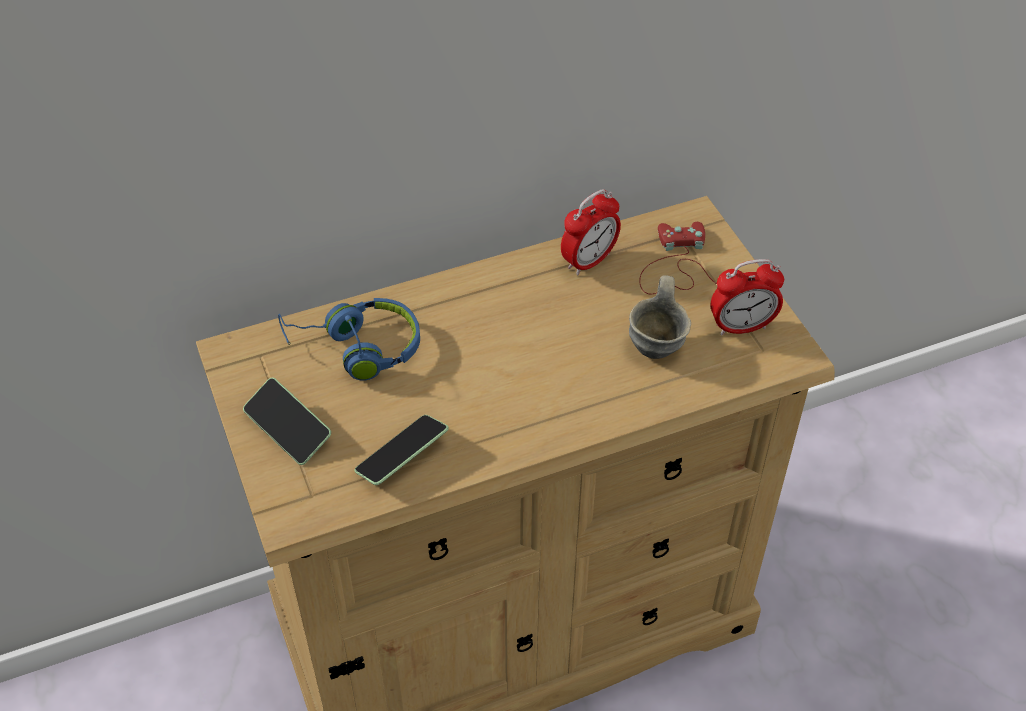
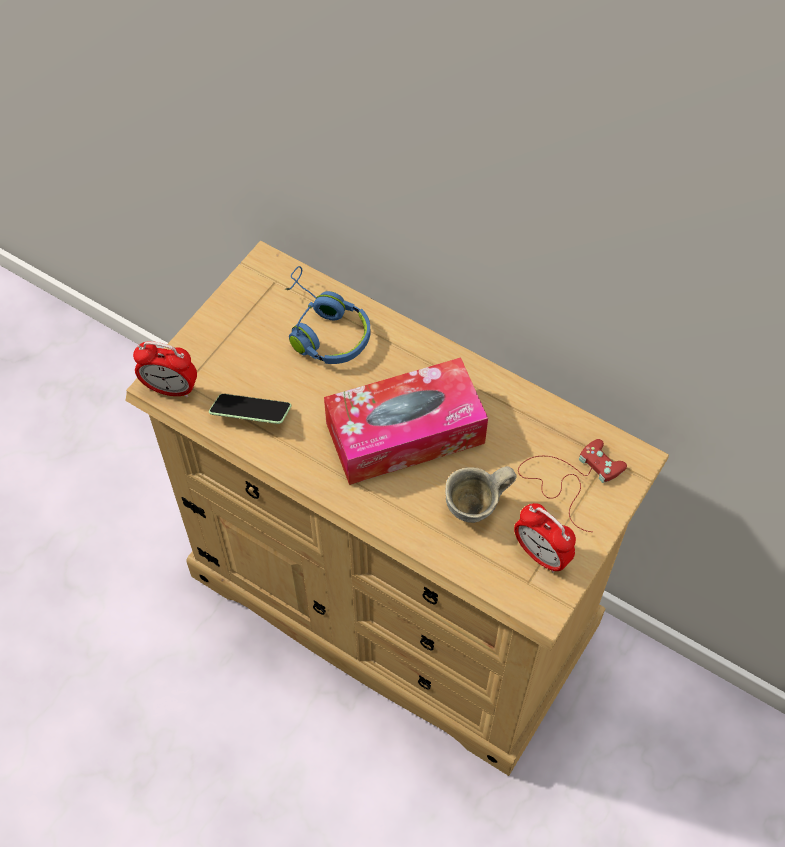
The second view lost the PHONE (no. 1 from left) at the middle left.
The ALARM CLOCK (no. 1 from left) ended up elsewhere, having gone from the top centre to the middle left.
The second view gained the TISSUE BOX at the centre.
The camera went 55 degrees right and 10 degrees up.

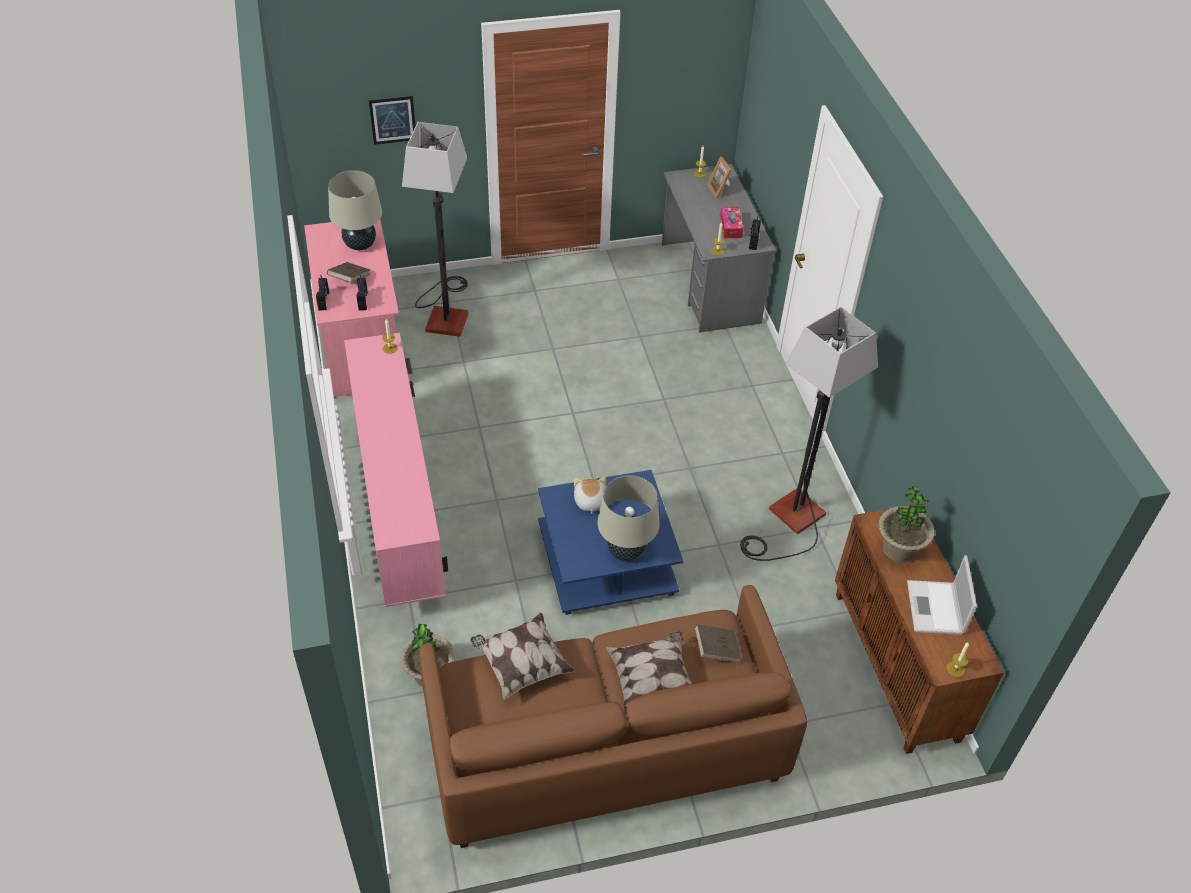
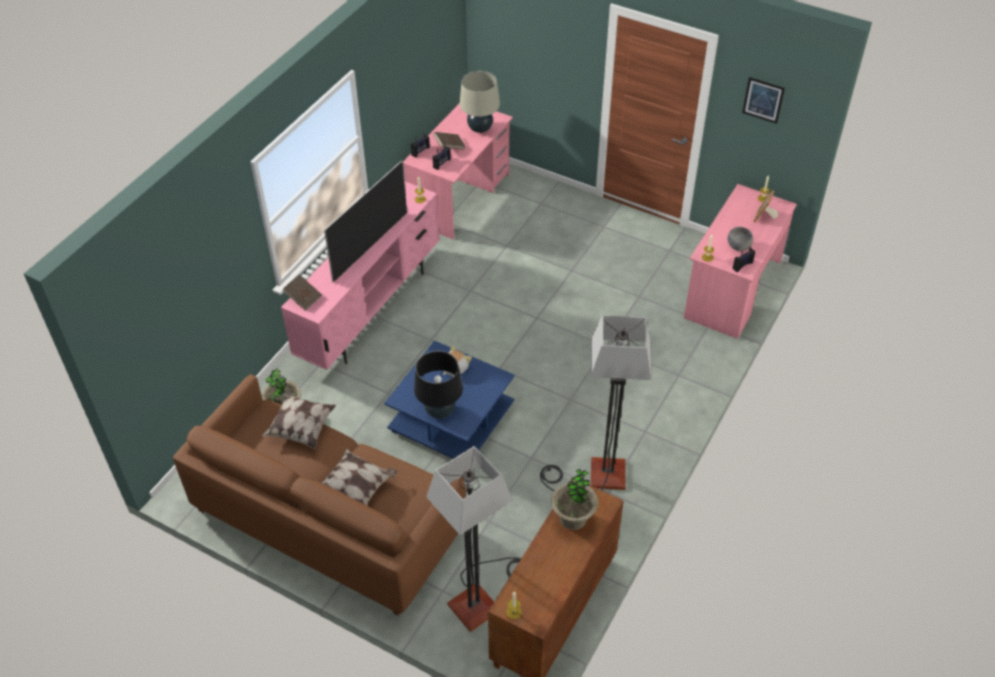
The PICTURE ended up elsewhere, having gone from the top left to the top right.
The FLOOR LAMP (no. 1 from left) ended up elsewhere, having gone from the top centre to the bottom centre.
What was the BEIGE TABLE LAMP (no. 2 from left) at the centre turned into the BLACK TABLE LAMP at the centre.
What was the GREY DESK at the top centre turned into the PINK DESK (no. 2 from left) at the middle right.
The BROWN BOOK (no. 2 from left in the first image) ended up elsewhere, having gone from the bottom centre to the middle left.
Where the TISSUE BOX stood at the top centre, the GREY BOWL came to stand at the middle right.
The second view lost the LAPTOP at the middle right.
The second view gained the TELEVISION at the top centre.
The camera went 45 degrees right and 0 degrees up.

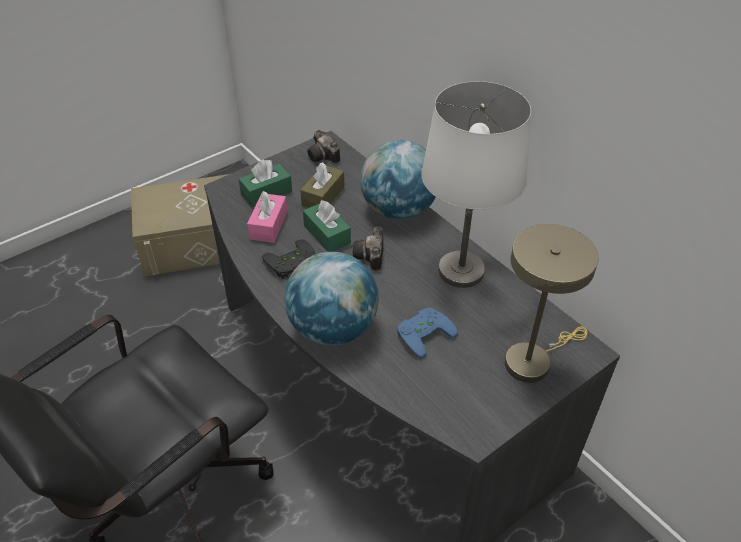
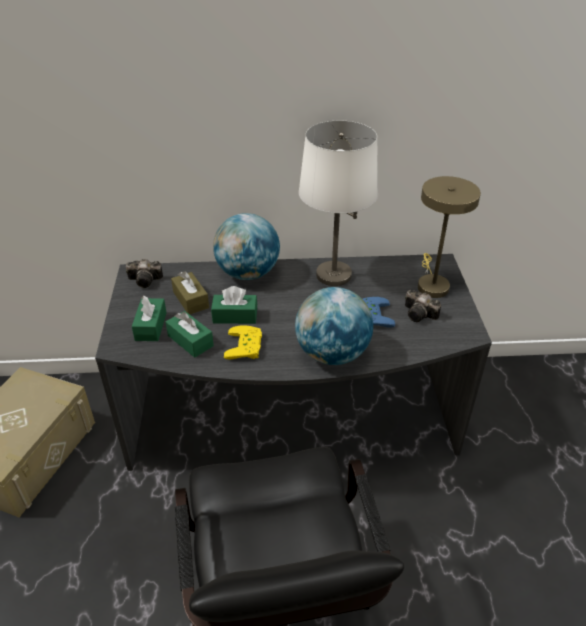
What was the PINK TISSUE BOX at the centre turned into the GREEN TISSUE BOX (no. 2 from left) at the middle left.
What was the BLACK GAME CONTROLLER at the centre turned into the YELLOW GAME CONTROLLER at the centre.
The PHOTO CAMERA (no. 2 from left) ended up elsewhere, having gone from the centre to the middle right.
The camera went 55 degrees left and 5 degrees down.

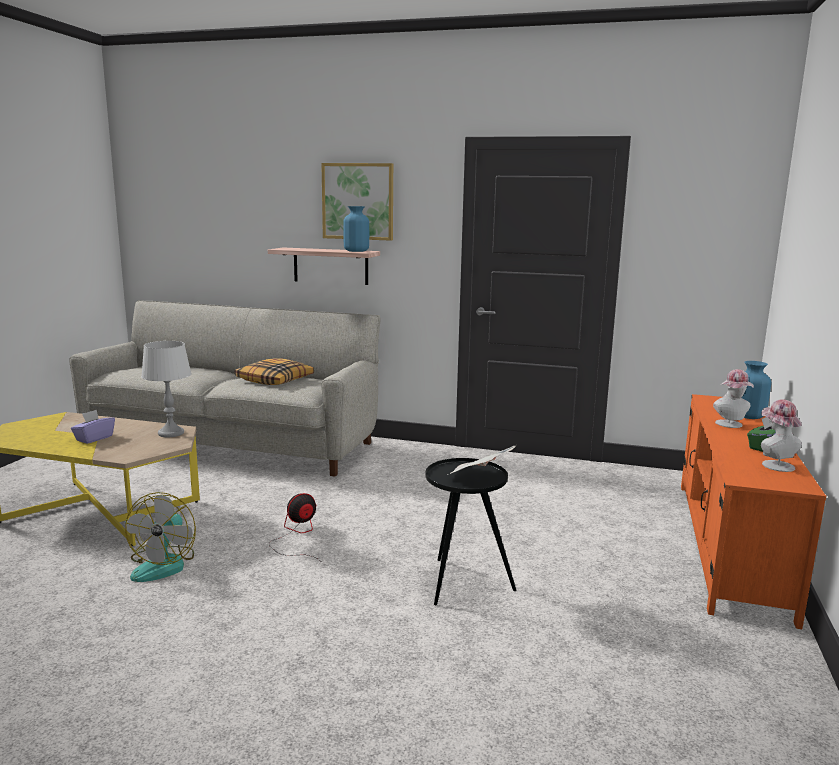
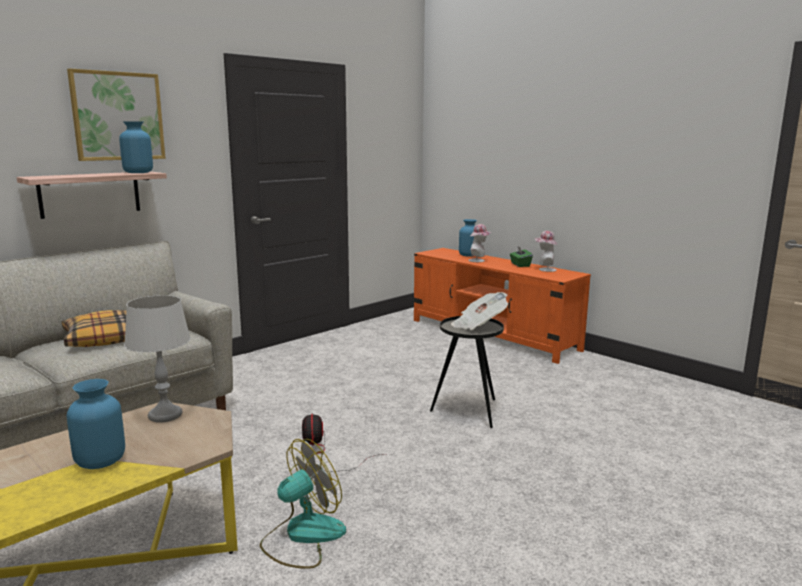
Where the PURPLE TISSUE BOX stood at the middle left, the BLUE VASE (no. 1 from left) came to stand at the bottom left.
The FAN (no. 1 from left) at the bottom left ended up facing another way, 75 degrees counterclockwise from before.
The camera went 60 degrees left and 0 degrees up.

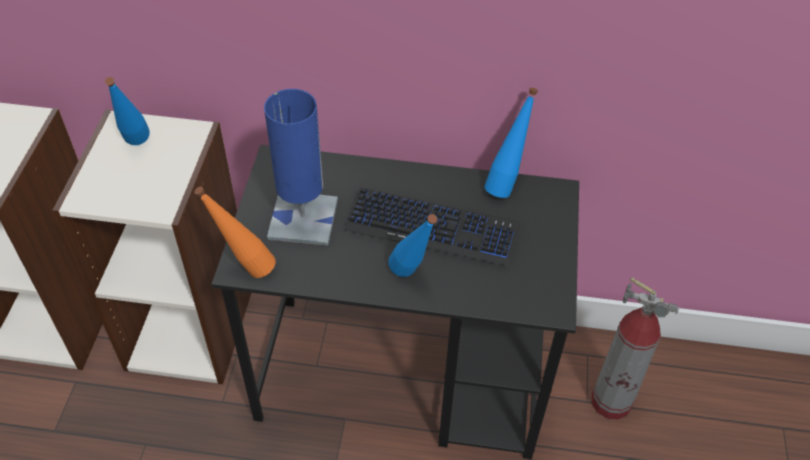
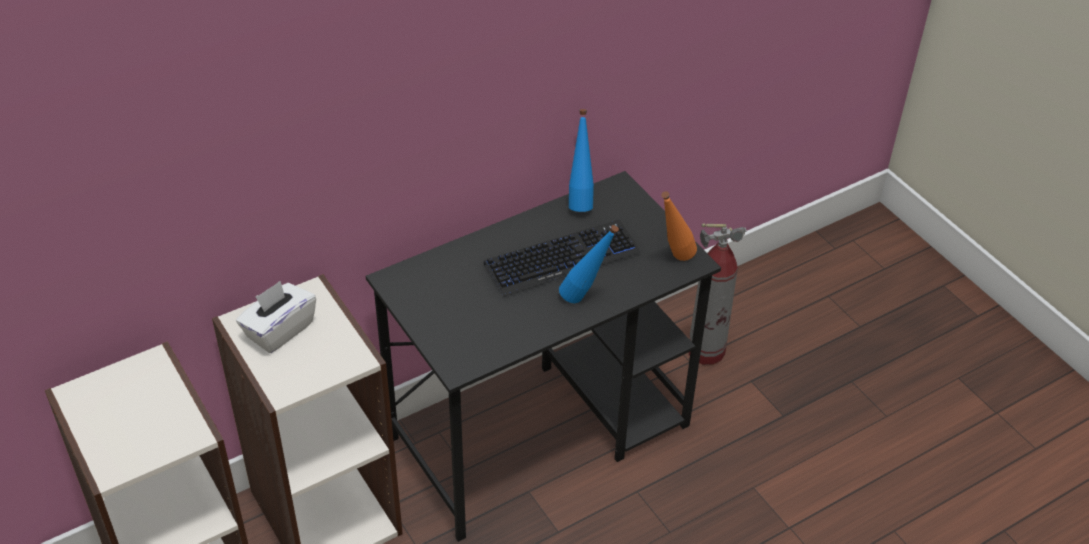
Where the BLUE BOTTLE (no. 1 from left) stood at the top left, the WHITE TISSUE BOX came to stand at the middle left.
The ORANGE BOTTLE ended up elsewhere, having gone from the middle left to the centre.
The second view lost the BLUE TABLE LAMP at the centre.
The camera went 40 degrees left and 5 degrees down.

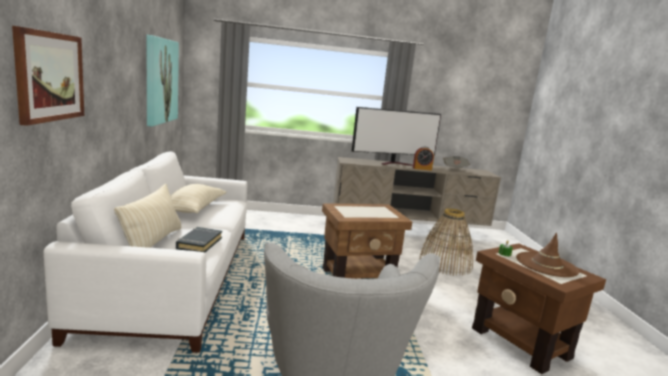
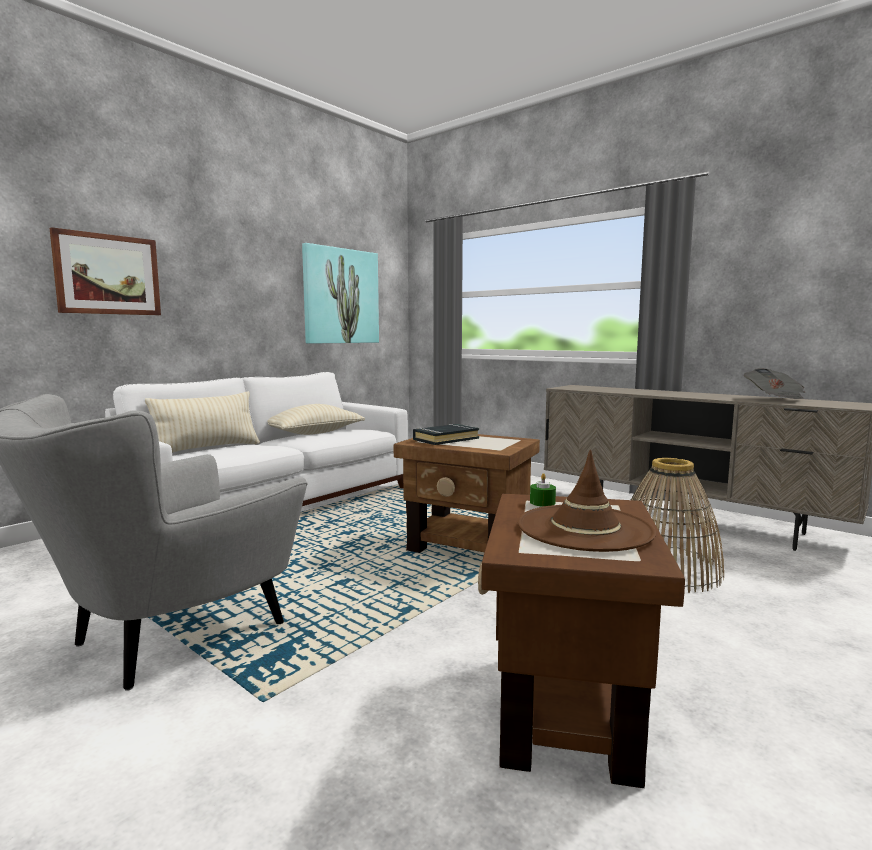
The BLACK BOOK ended up elsewhere, having gone from the middle left to the centre.
The second view lost the TELEVISION at the centre.
The second view lost the ALARM CLOCK at the centre.
The camera went 45 degrees right and 5 degrees down.

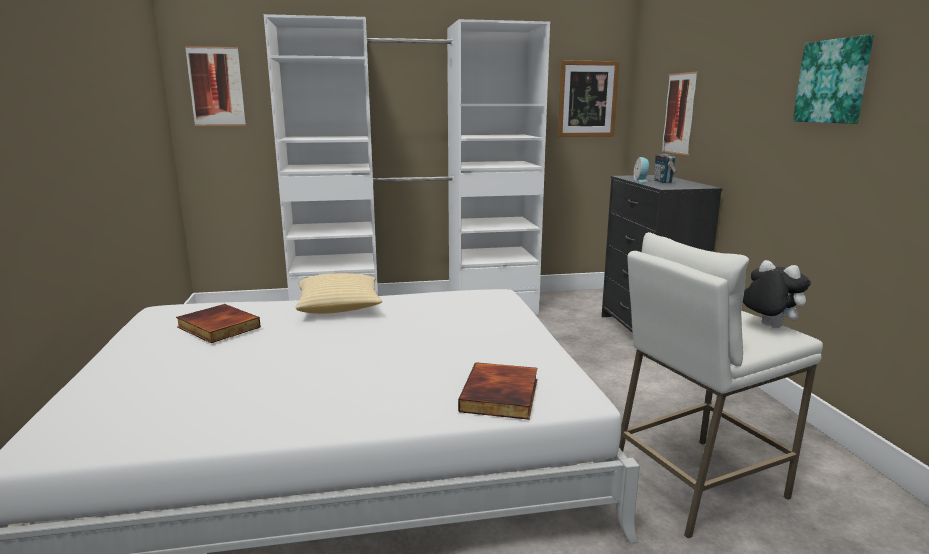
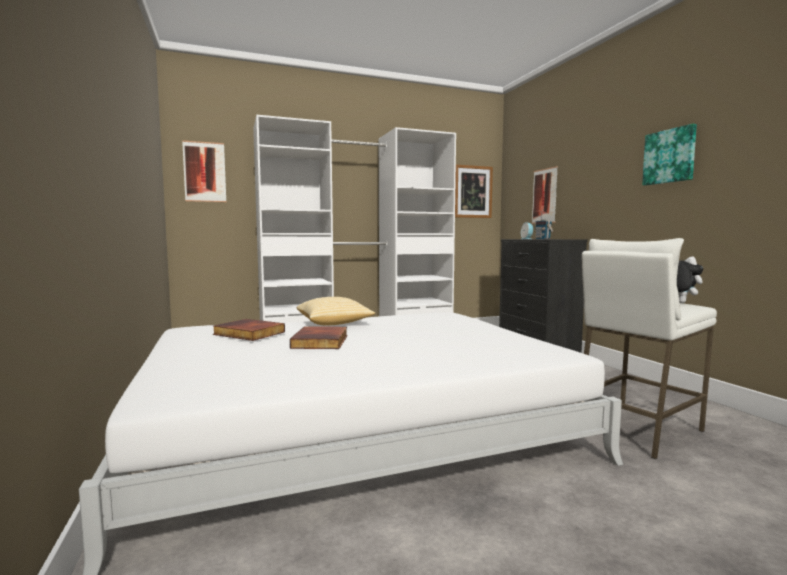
The BOOK (no. 2 from left) ended up elsewhere, having gone from the bottom centre to the centre.
The camera went 10 degrees left and 10 degrees down.

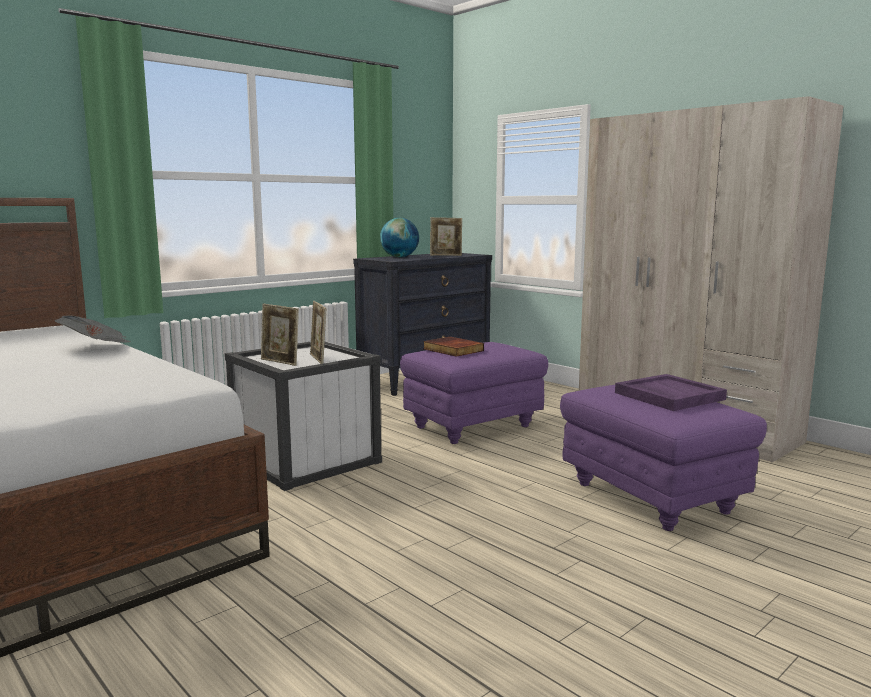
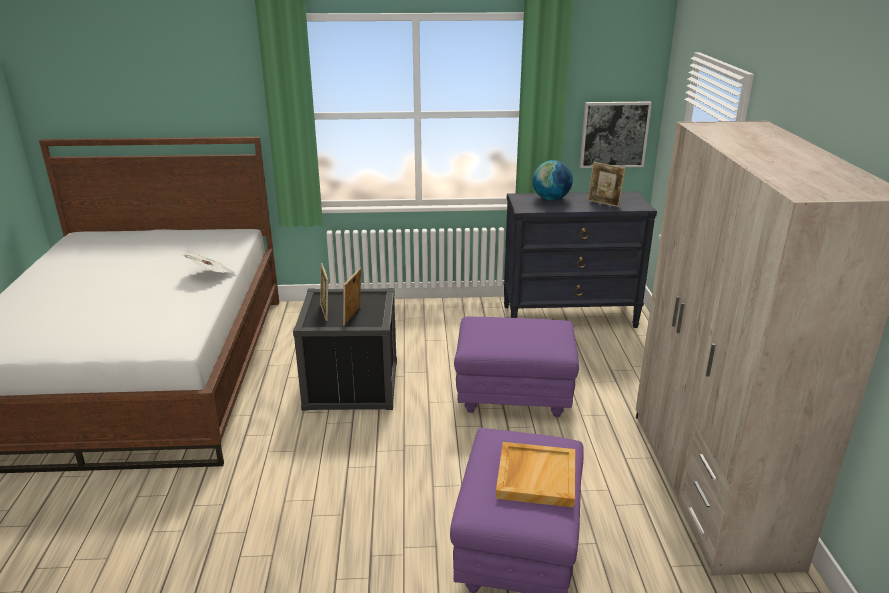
What was the WHITE STORAGE BOX at the centre turned into the BLACK STORAGE BOX at the centre.
The second view lost the BOOK at the centre.
What was the PURPLE TRAY at the middle right turned into the BEIGE TRAY at the bottom centre.
The second view gained the PICTURE at the top right.
The camera went 40 degrees right and 15 degrees up.

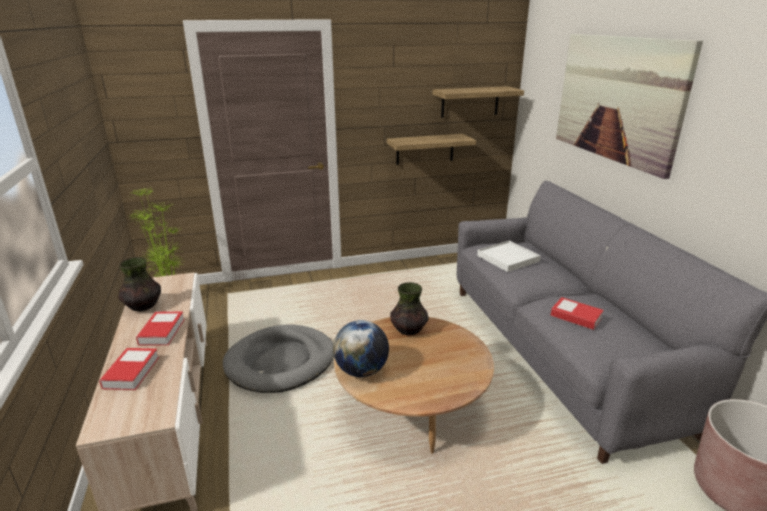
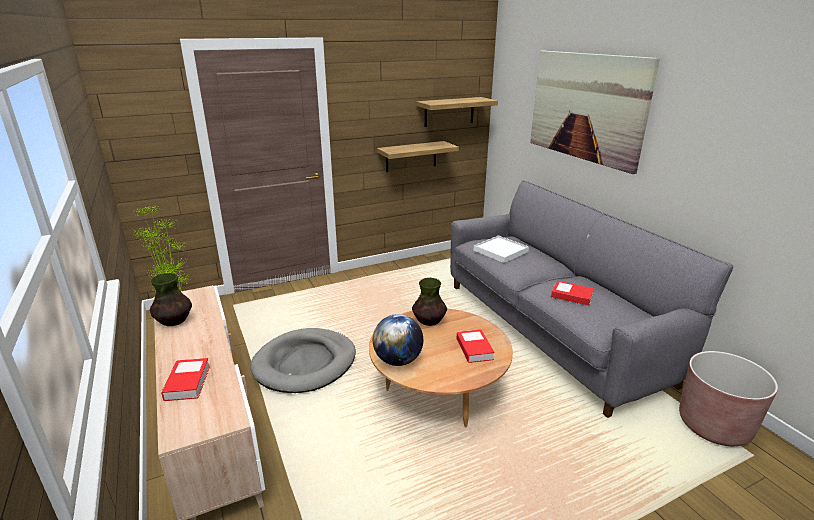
The BOOK (no. 2 from left) ended up elsewhere, having gone from the middle left to the centre.
The camera went 10 degrees left and 0 degrees up.

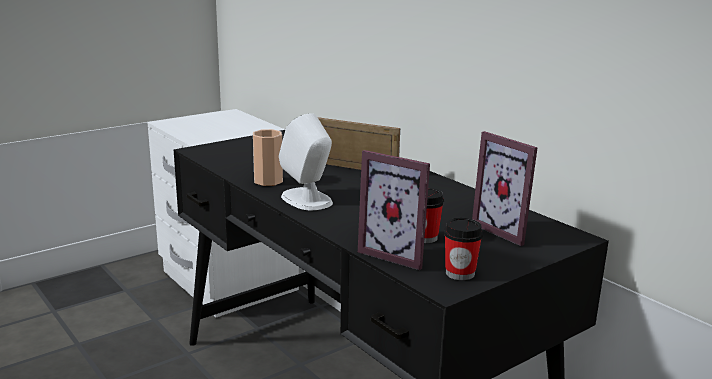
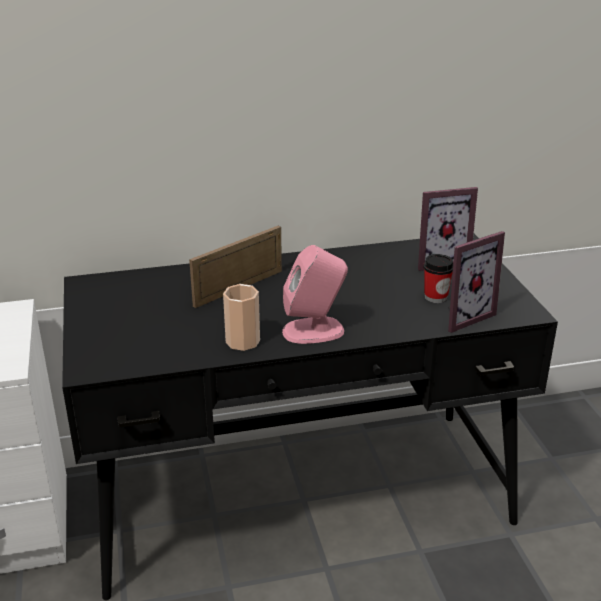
What was the WHITE SPEAKER at the centre turned into the PINK SPEAKER at the centre.
The second view lost the CUP (no. 3 from left) at the centre.
The camera went 65 degrees left and 10 degrees up.

